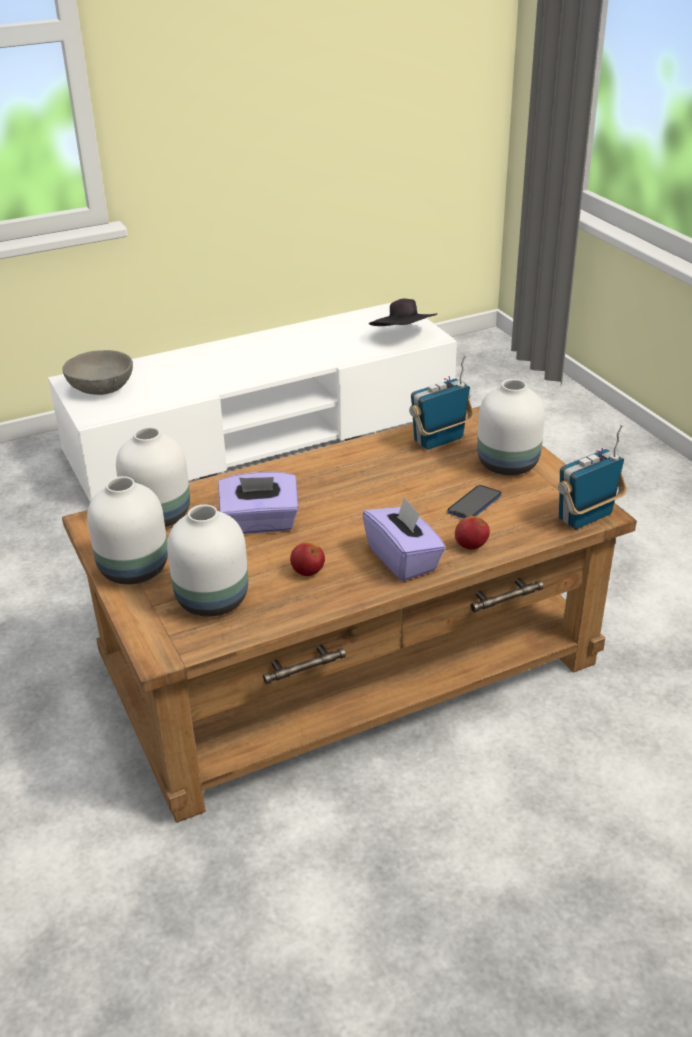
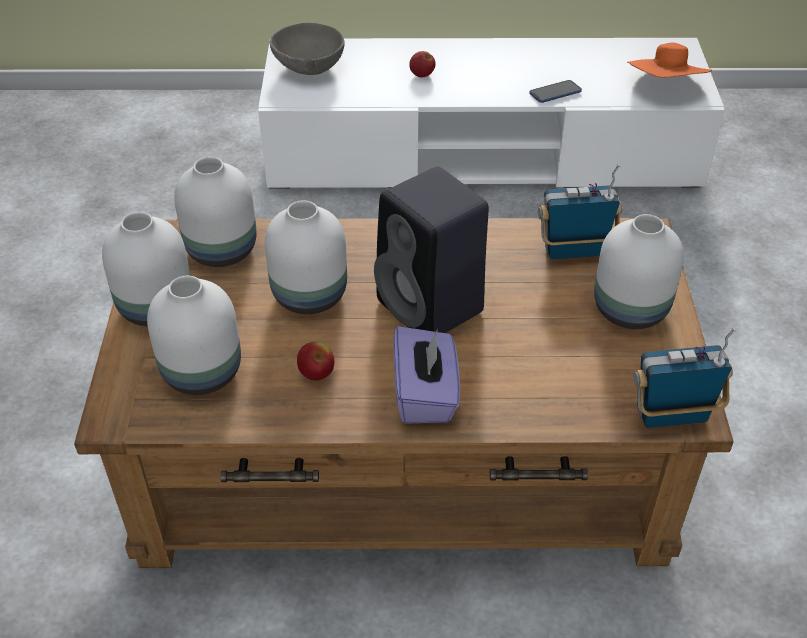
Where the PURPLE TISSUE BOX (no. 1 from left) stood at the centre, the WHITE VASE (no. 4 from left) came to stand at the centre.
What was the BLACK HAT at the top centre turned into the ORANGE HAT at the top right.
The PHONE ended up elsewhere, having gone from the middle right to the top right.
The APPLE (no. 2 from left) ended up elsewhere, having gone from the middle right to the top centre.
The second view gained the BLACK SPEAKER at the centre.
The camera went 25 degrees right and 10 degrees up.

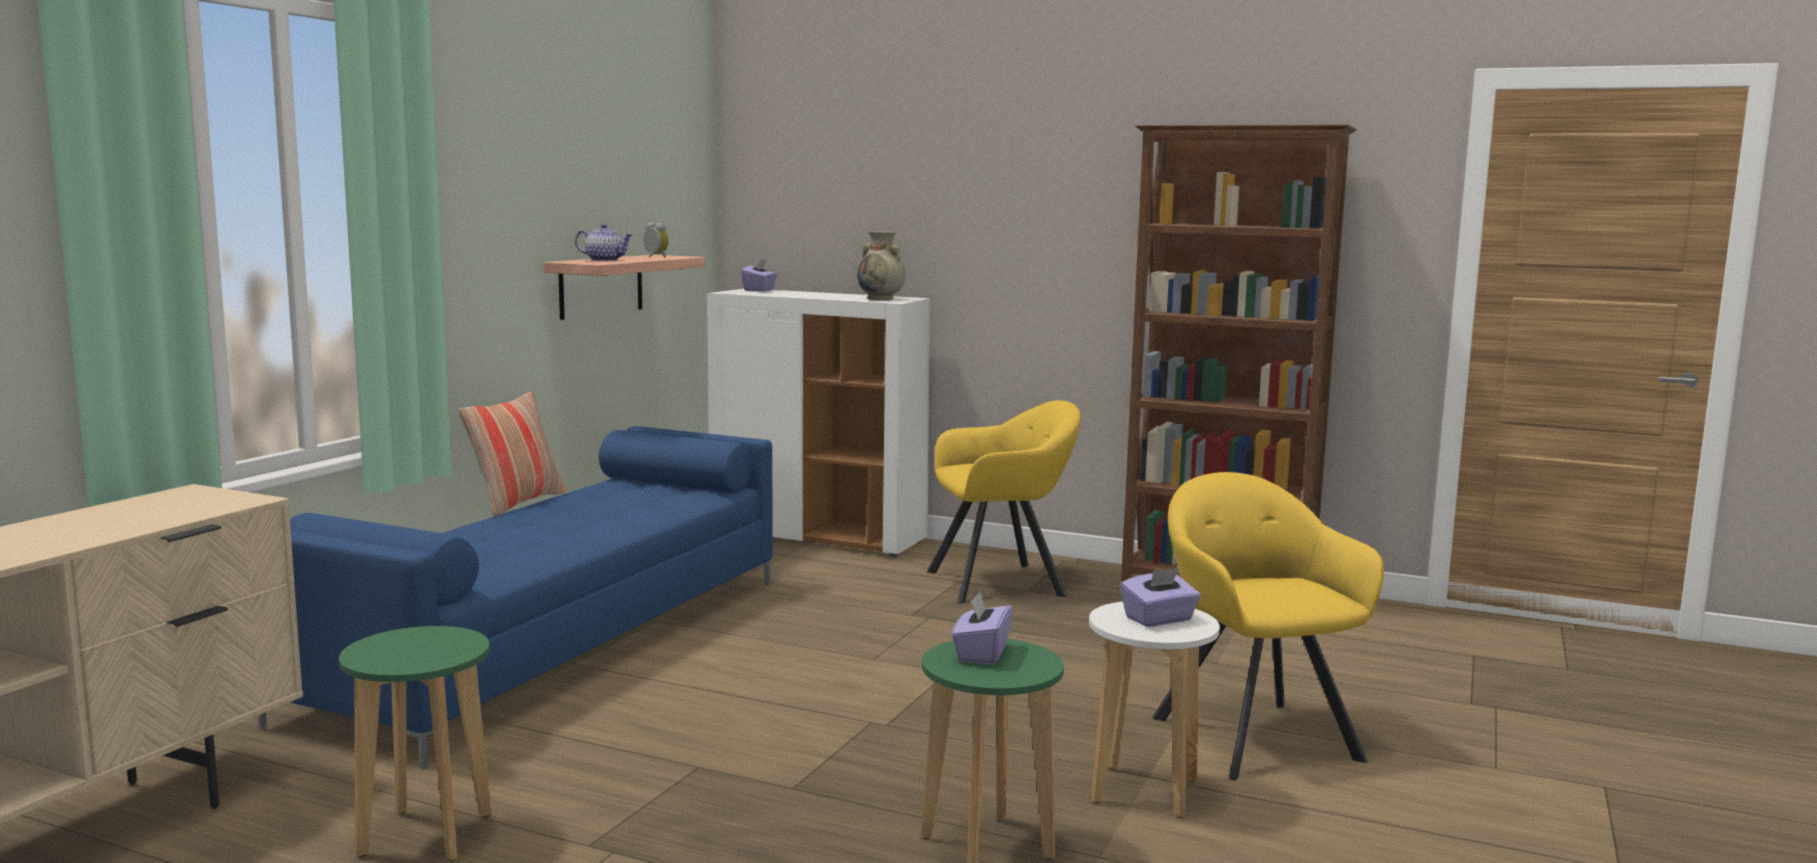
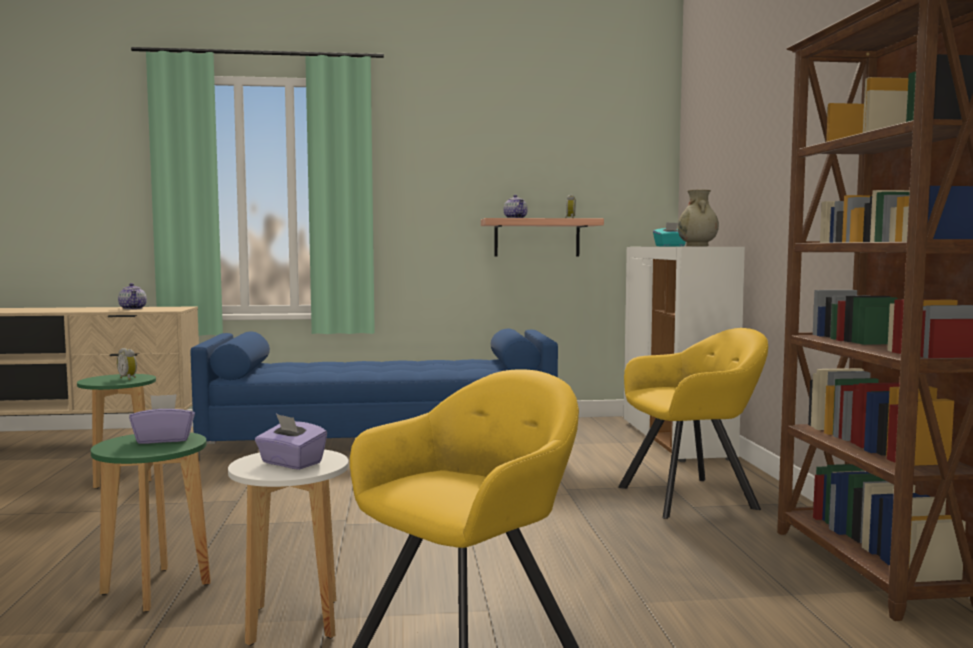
The second view lost the PILLOW at the middle left.
What was the PURPLE TISSUE BOX (no. 1 from left) at the top centre turned into the TURQUOISE TISSUE BOX at the middle right.
The YELLOW ARMCHAIR (no. 1 from left in the first image) at the centre ended up facing another way, 60 degrees counterclockwise from before.
The second view gained the ALARM CLOCK (no. 1 from left) at the middle left.
The second view gained the TEAPOT (no. 1 from left) at the middle left.
The camera went 60 degrees right and 5 degrees down.

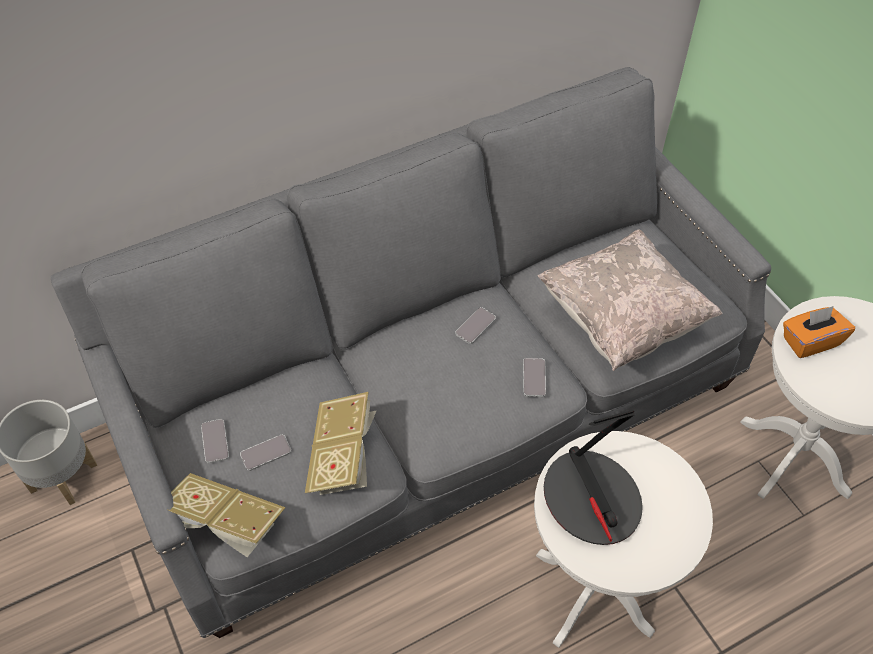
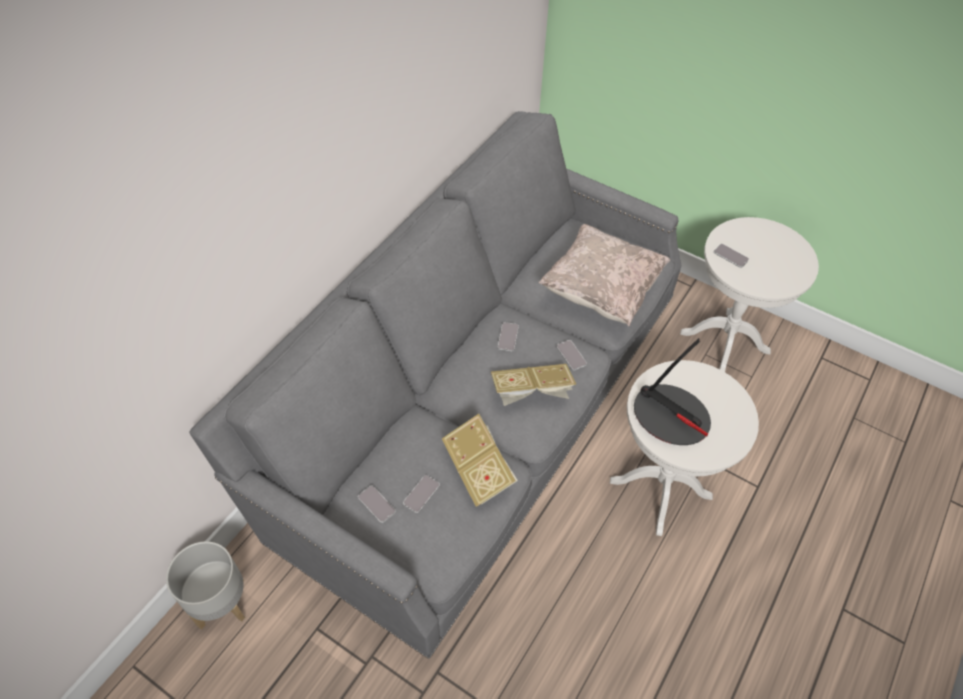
The BOOK (no. 1 from left in the first image) ended up elsewhere, having gone from the bottom left to the centre.
Where the ORANGE TISSUE BOX stood at the middle right, the PHONE (no. 5 from left) came to stand at the middle right.
The camera went 30 degrees left and 0 degrees up.

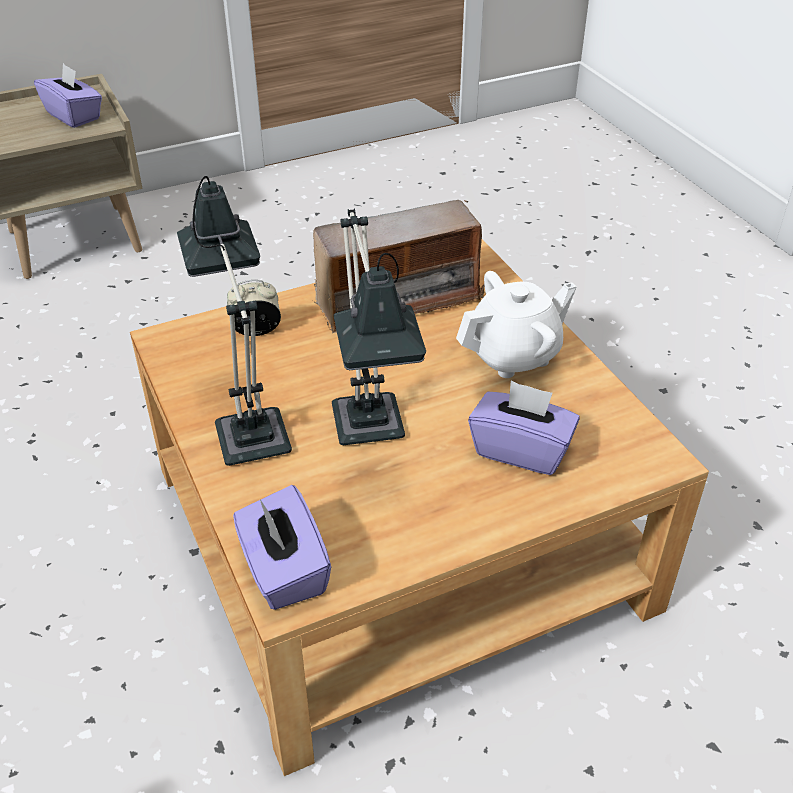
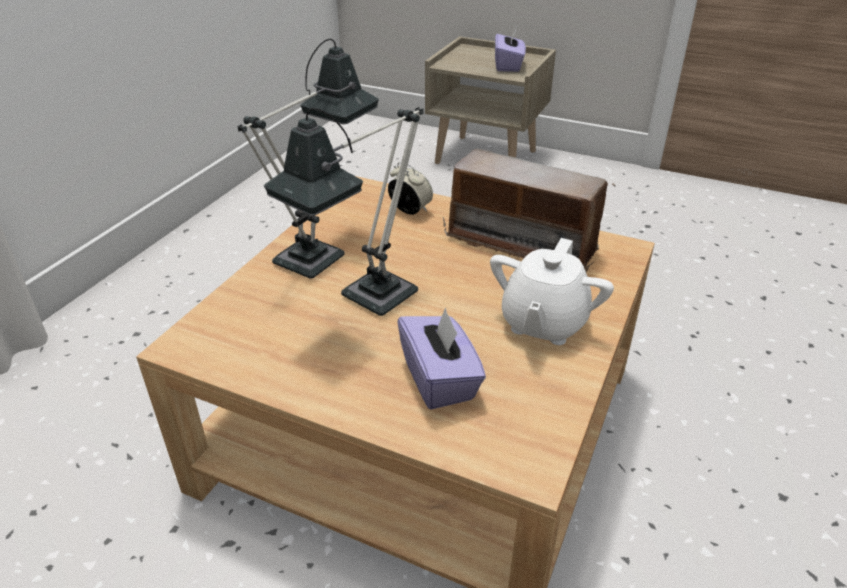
The second view lost the PURPLE TISSUE BOX (no. 2 from left) at the bottom centre.
The WHITE TEAPOT at the centre ended up facing another way, 90 degrees clockwise from before.
The camera went 50 degrees right and 5 degrees down.

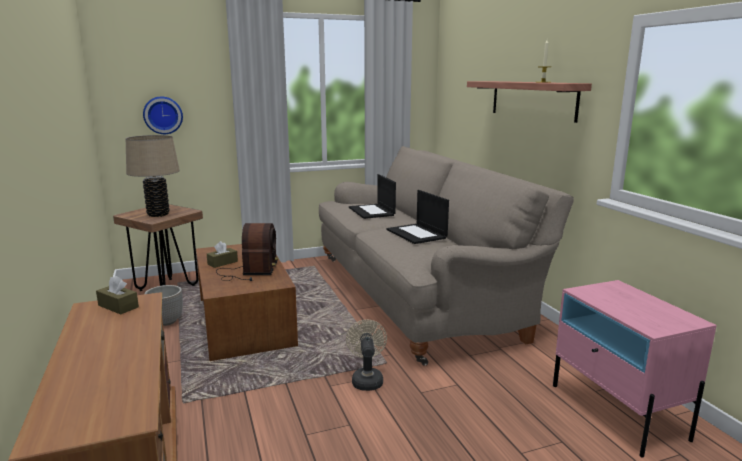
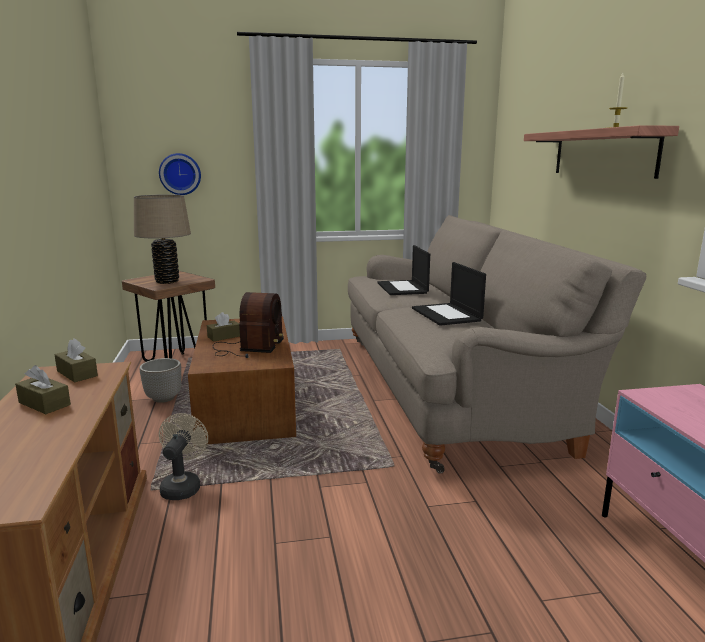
The BEIGE FAN ended up elsewhere, having gone from the bottom centre to the bottom left.
The second view gained the BROWN TISSUE BOX (no. 1 from left) at the middle left.
The camera went 10 degrees right and 0 degrees up.

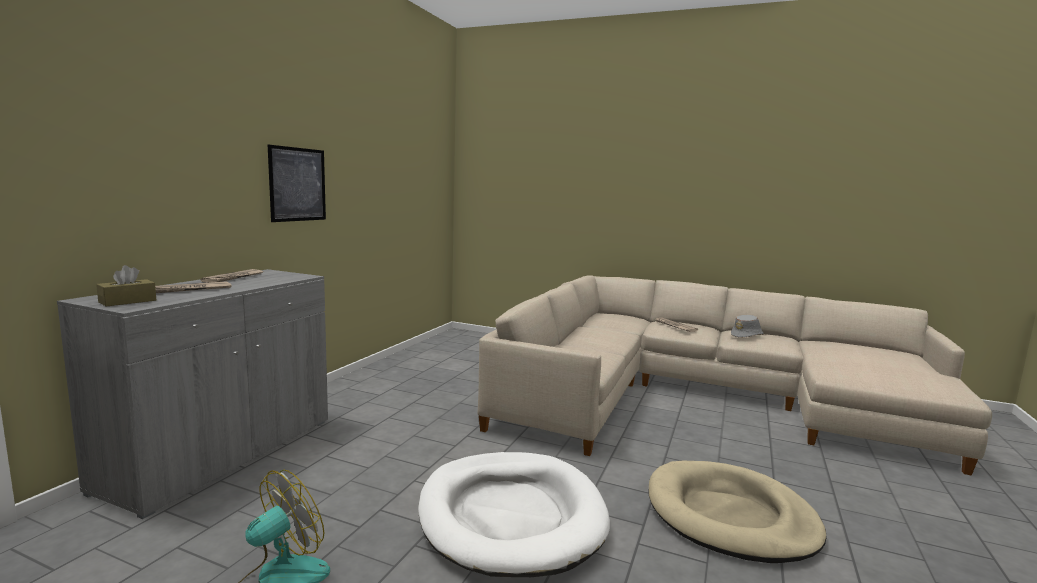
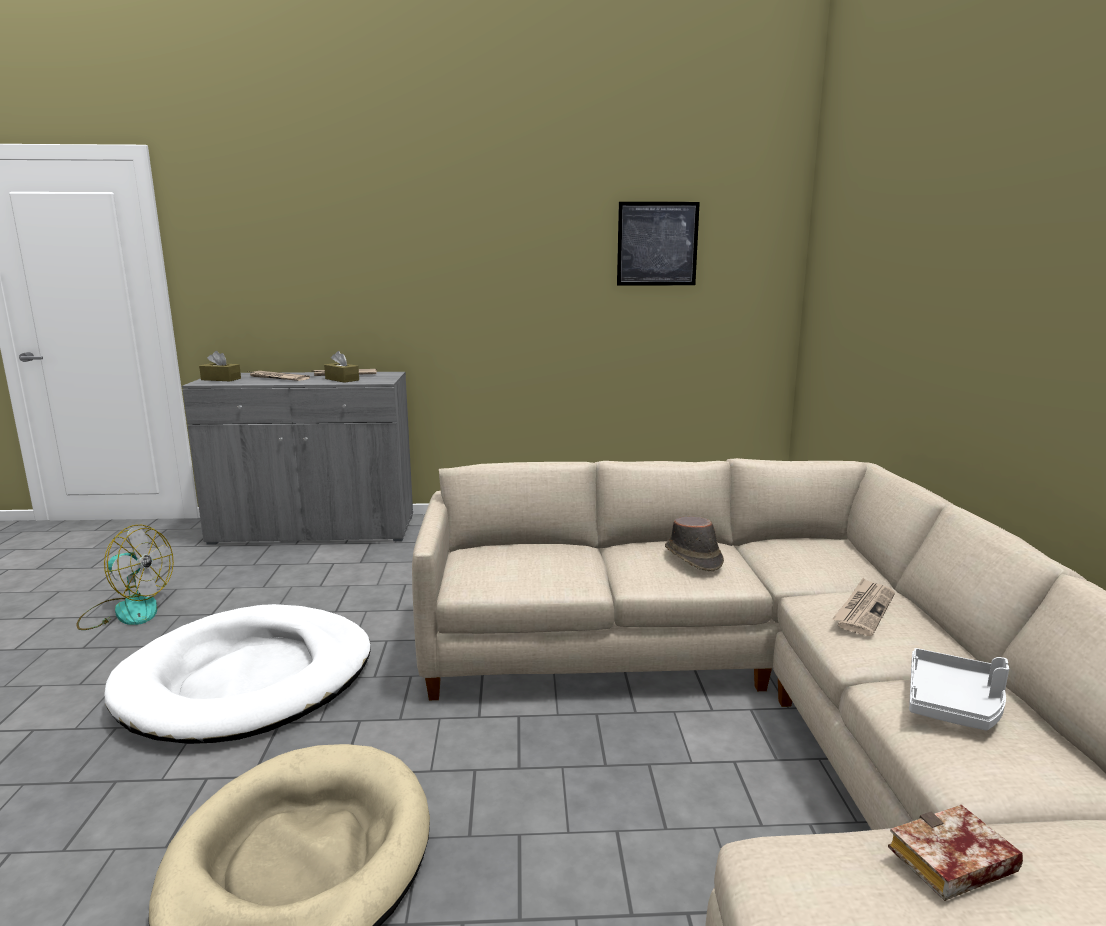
The PICTURE ended up elsewhere, having gone from the top left to the top centre.
Where the GREY HAT stood at the middle right, the GREY TRAY came to stand at the bottom right.
The second view gained the BROWN TISSUE BOX (no. 2 from left) at the middle left.
The second view gained the BROWN HAT at the centre.
The second view gained the BOOK at the bottom right.
The camera went 65 degrees right and 5 degrees up.

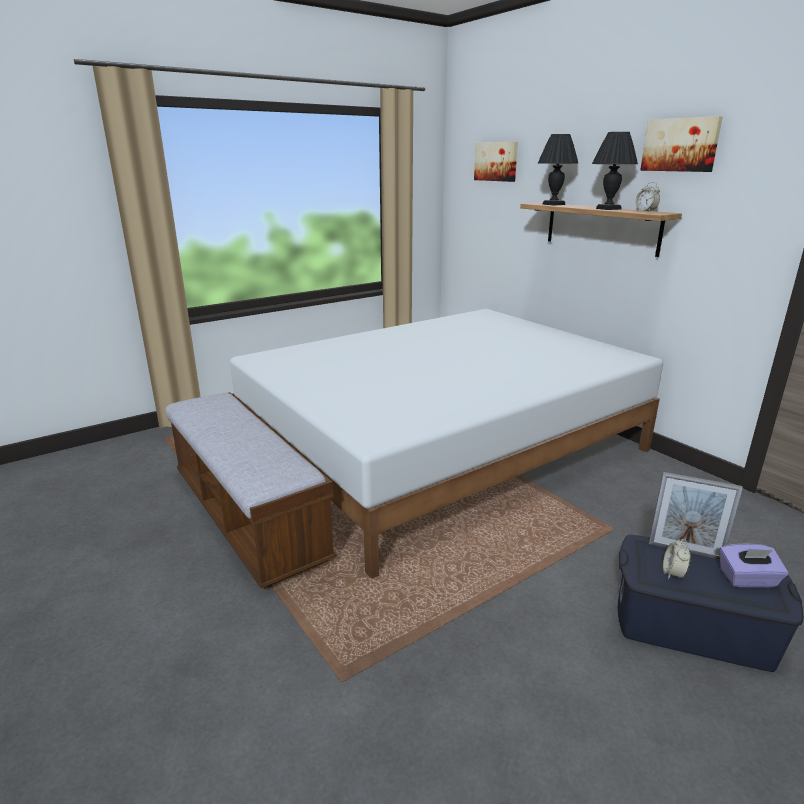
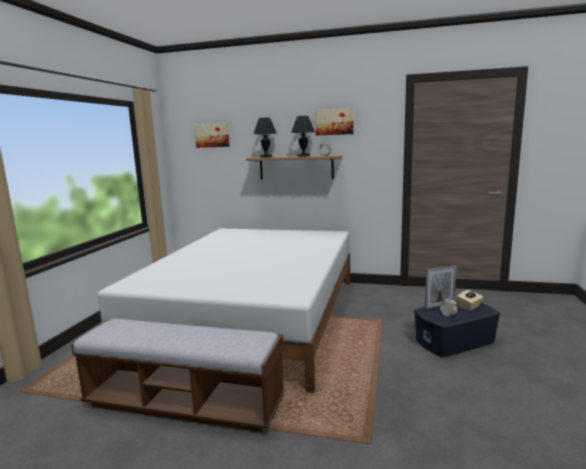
What was the PURPLE TISSUE BOX at the bottom right turned into the BEIGE TISSUE BOX at the middle right.
The camera went 40 degrees left and 10 degrees down.

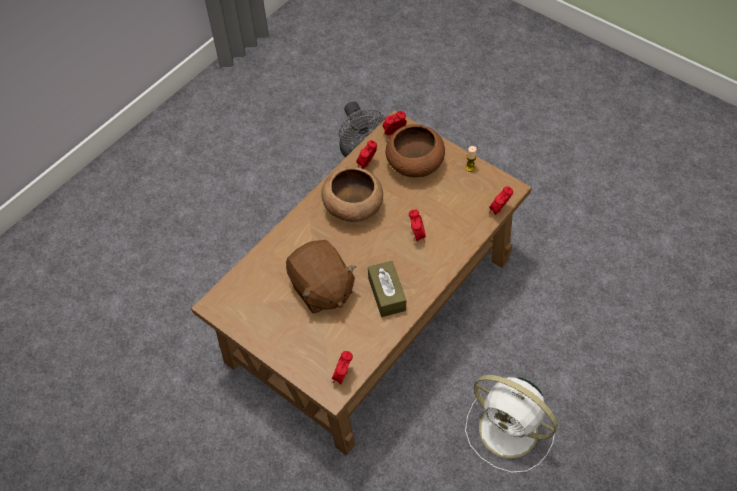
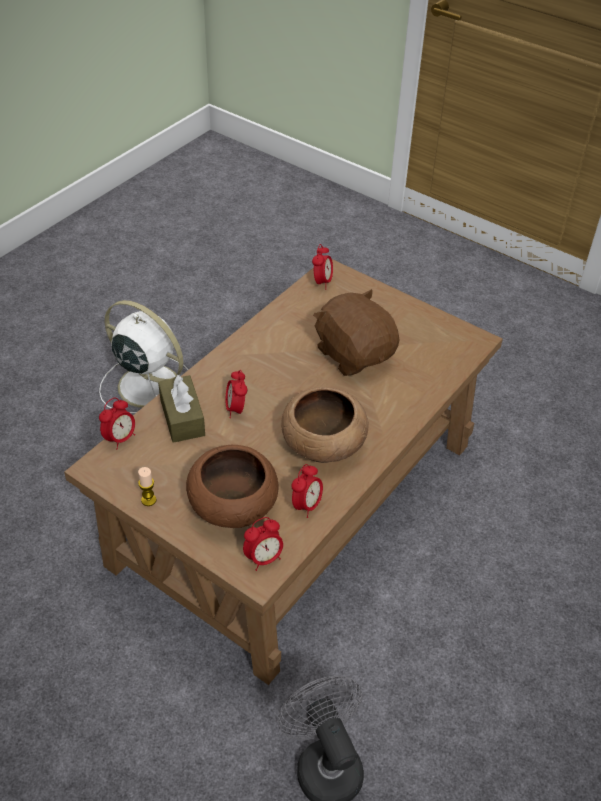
The BROWN TISSUE BOX ended up elsewhere, having gone from the centre to the middle left.
The camera went 175 degrees right and 10 degrees down.

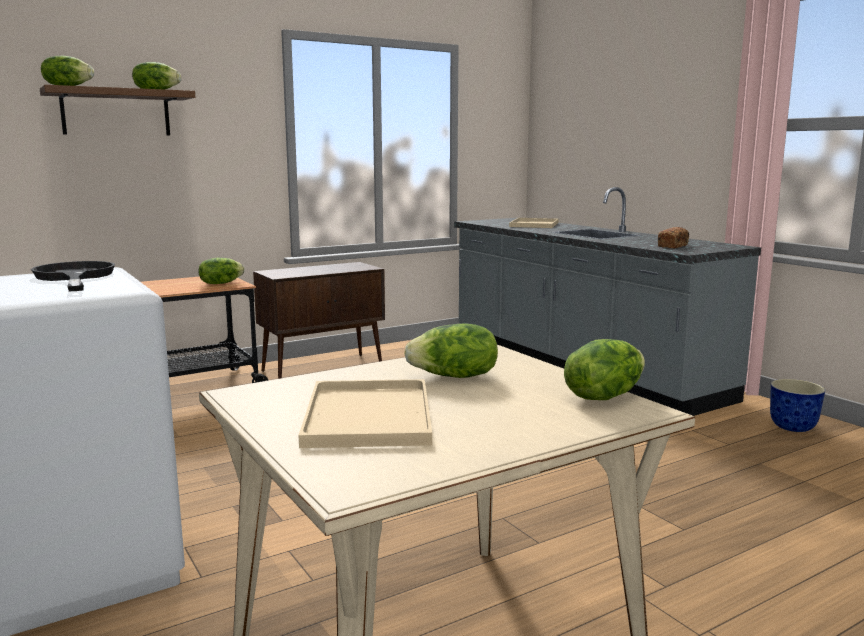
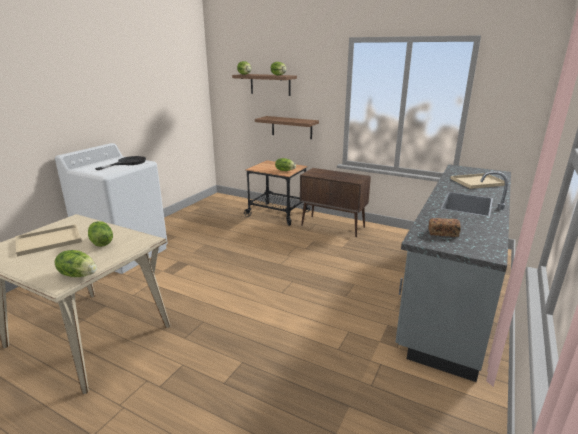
The second view lost the PLANTER at the middle right.
The second view gained the BROWN SHELF (no. 2 from left) at the top centre.
The camera went 60 degrees right and 10 degrees up.

